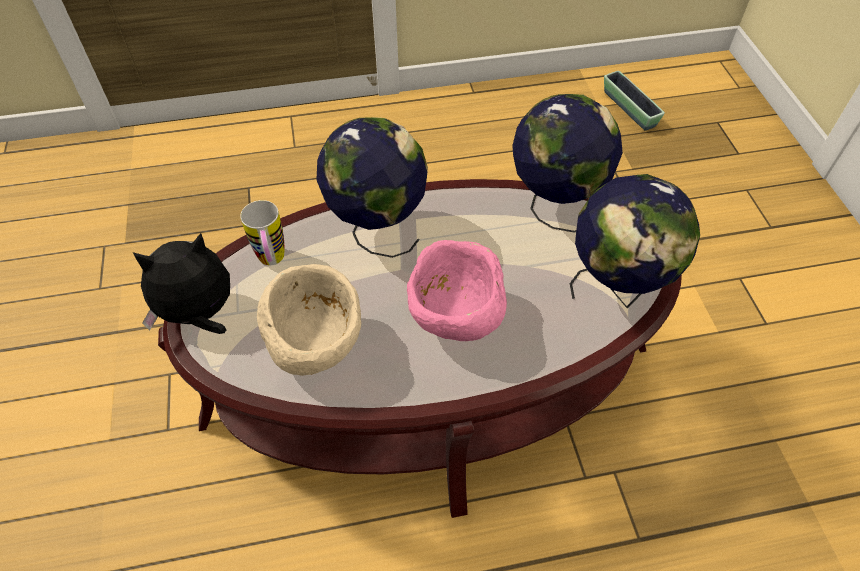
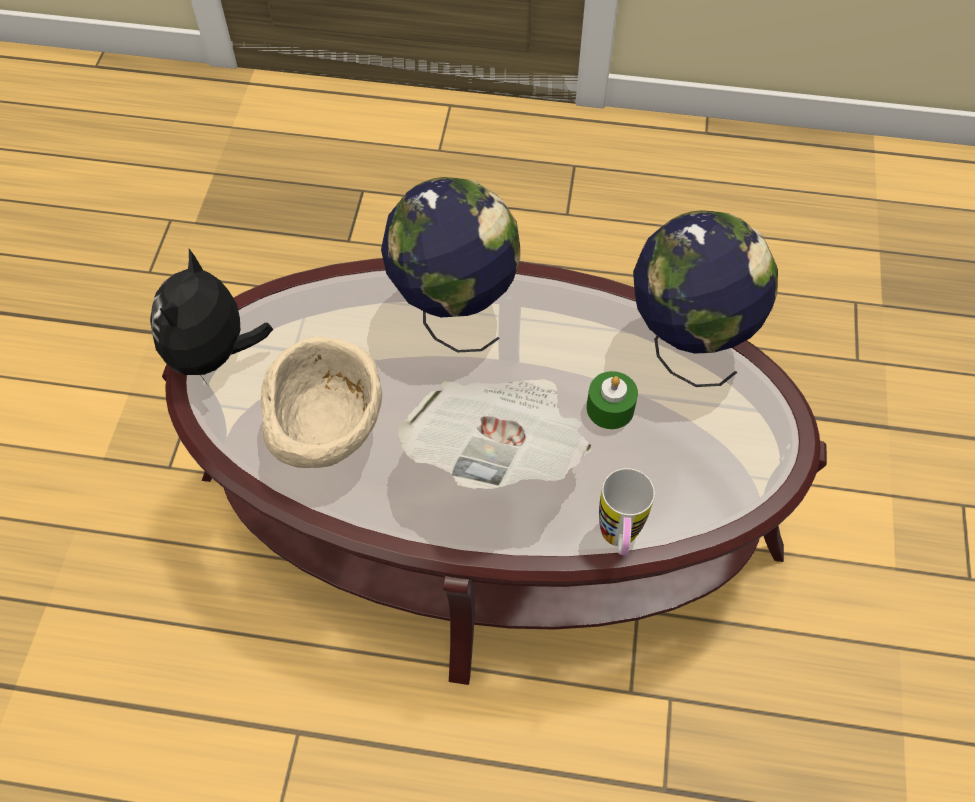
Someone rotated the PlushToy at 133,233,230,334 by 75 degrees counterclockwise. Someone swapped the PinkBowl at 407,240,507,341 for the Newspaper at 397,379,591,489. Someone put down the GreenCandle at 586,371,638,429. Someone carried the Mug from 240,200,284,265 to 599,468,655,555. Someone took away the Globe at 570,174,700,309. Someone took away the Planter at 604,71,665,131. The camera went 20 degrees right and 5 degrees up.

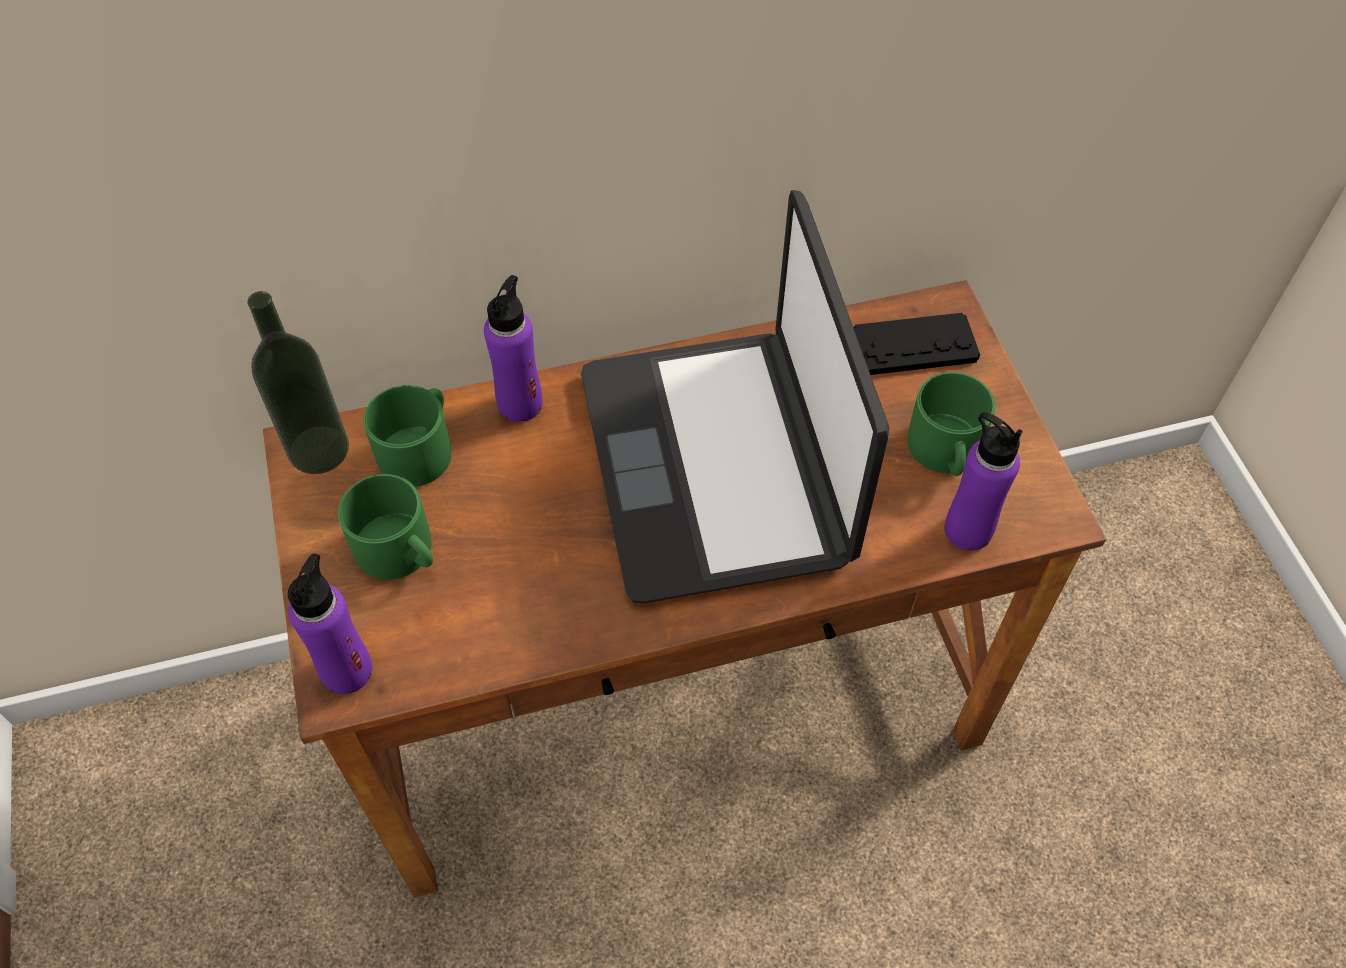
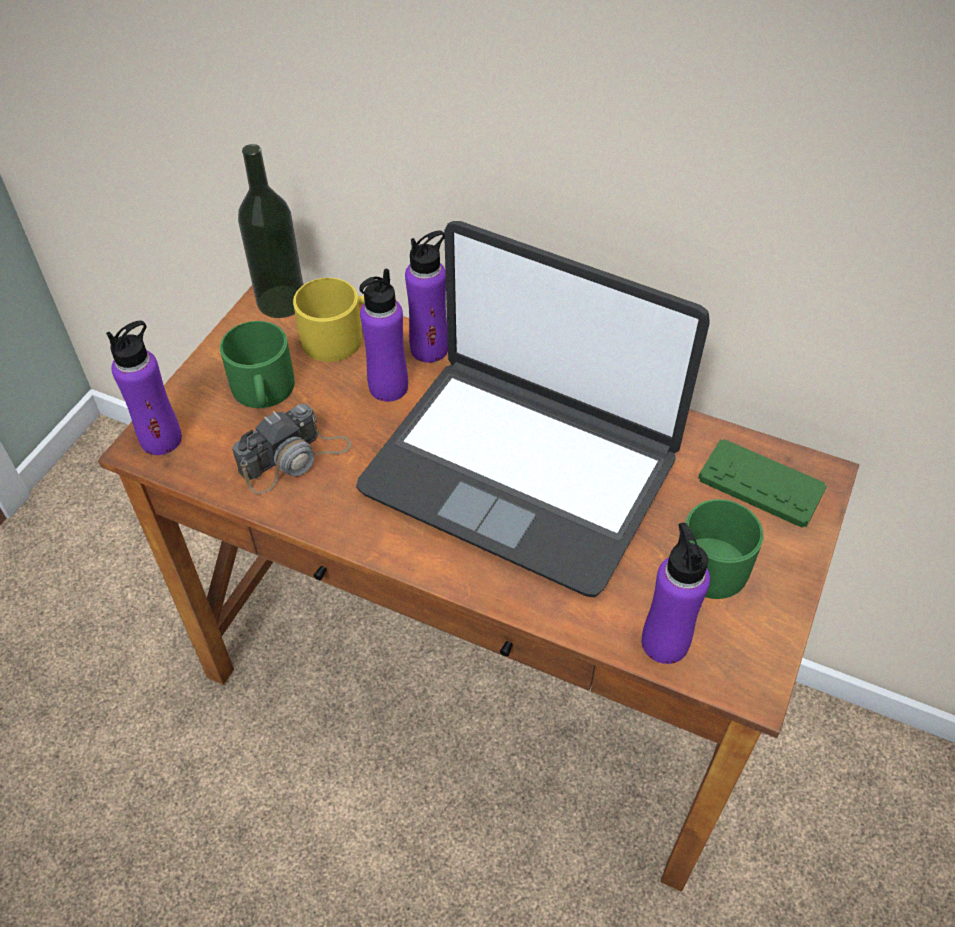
Someone put down the PhotoCamera at 232,404,352,494. Someone repainted the GreenMug at 363,385,452,487, which became the YellowMug at 293,278,365,362. Someone rotated the Laptop at 581,190,890,604 by 90 degrees counterclockwise. Someone put down the PurpleBottle at 359,268,408,402. Someone repainted the BlackGameController at 853,313,980,375, which became the GreenGameController at 698,439,827,528. The camera went 40 degrees right and 5 degrees down.

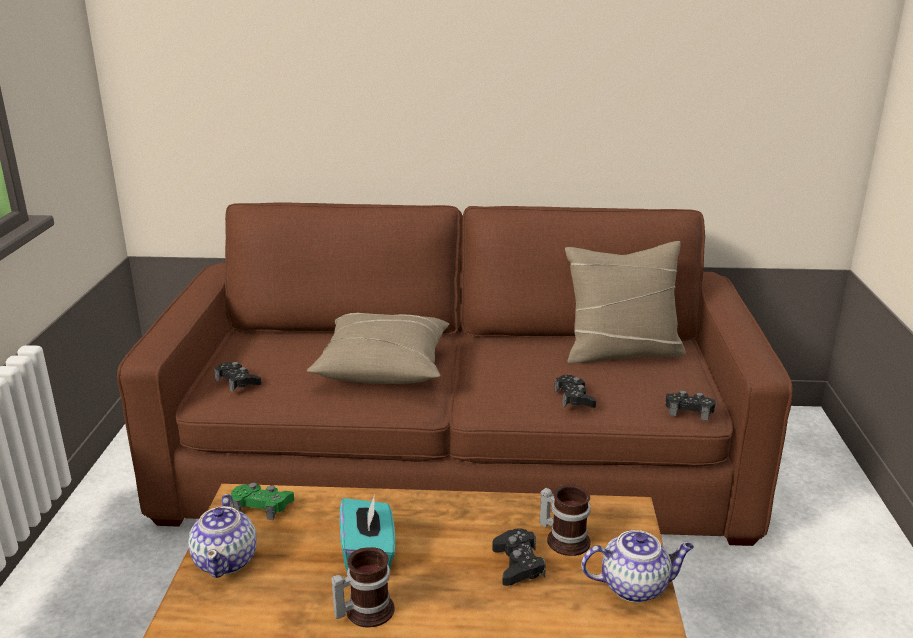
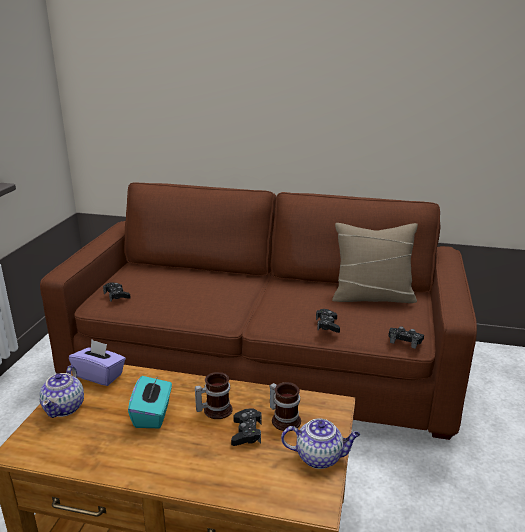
Someone swapped the GreenGameController at 231,482,294,521 for the PurpleTissueBox at 69,339,126,386. Someone carried the Mug from 331,547,394,628 to 195,372,233,419. Someone took away the BeigePillow at 307,313,449,384. The camera went 10 degrees right and 0 degrees up.

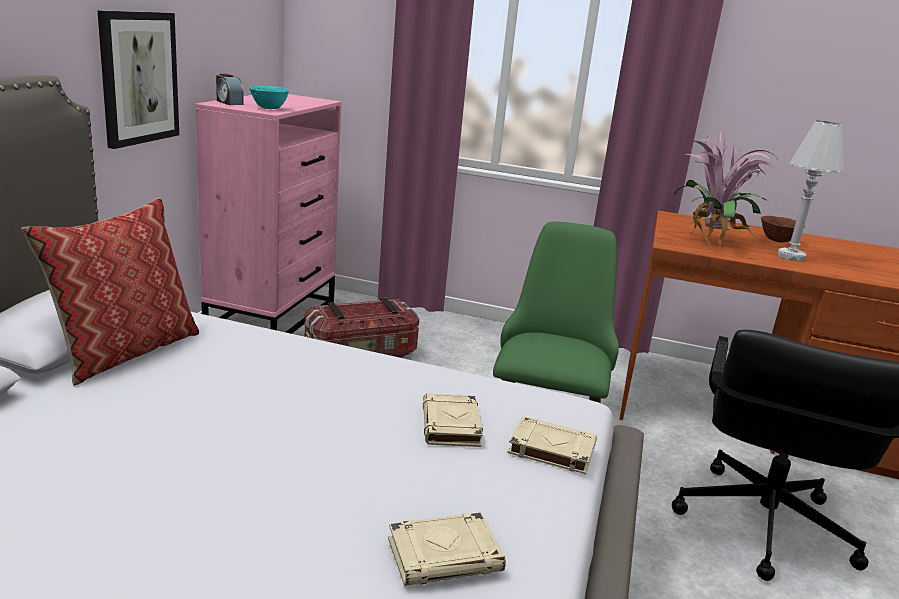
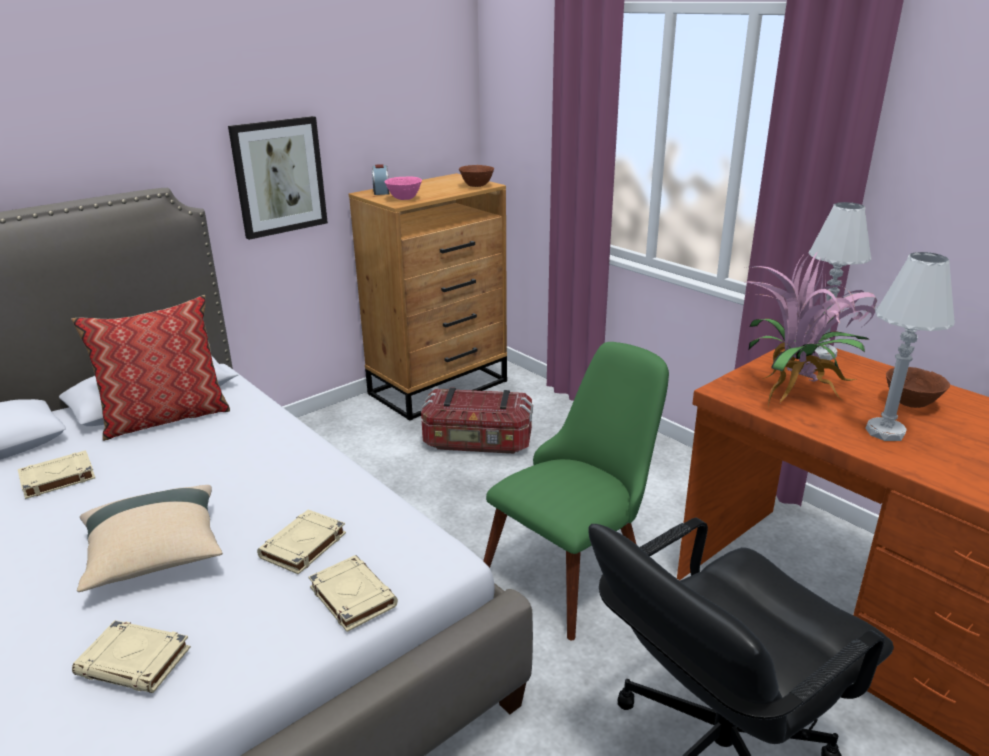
Someone put down the BeigeBook at 18,450,95,499. Someone put down the BeigePillow at 77,485,223,592. Someone repainted the PinkDresser at 195,94,342,334, which became the BrownDresser at 349,173,507,421. Someone repainted the TurquoiseBowl at 249,86,290,109, which became the PinkBowl at 384,176,422,200. Someone put down the BrownBowl at 459,165,494,187. Someone put down the WhiteTableLamp at 808,202,871,360. The camera went 35 degrees right and 5 degrees up.

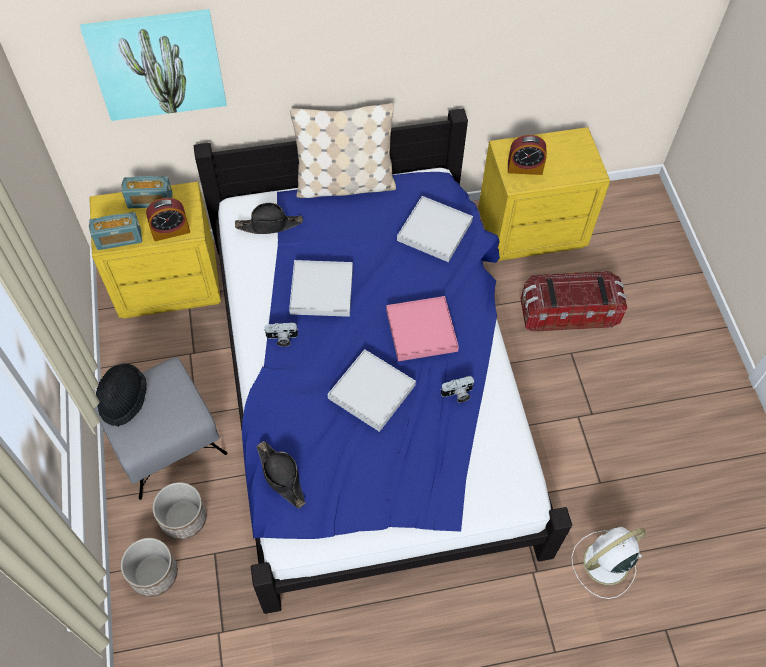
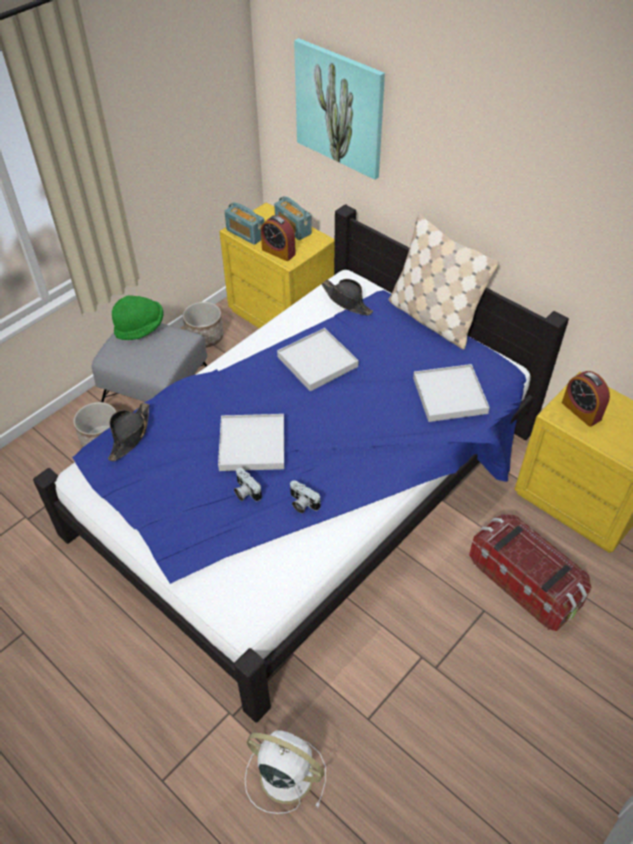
Someone repainted the BlackHat at 96,363,147,427, which became the GreenHat at 112,295,164,340. Someone carried the Planter from 121,538,178,597 to 183,302,224,348. Someone carried the PhotoCamera from 264,322,298,347 to 234,468,262,501. Someone took away the PinkTray at 386,296,459,361. The camera went 55 degrees right and 10 degrees down.

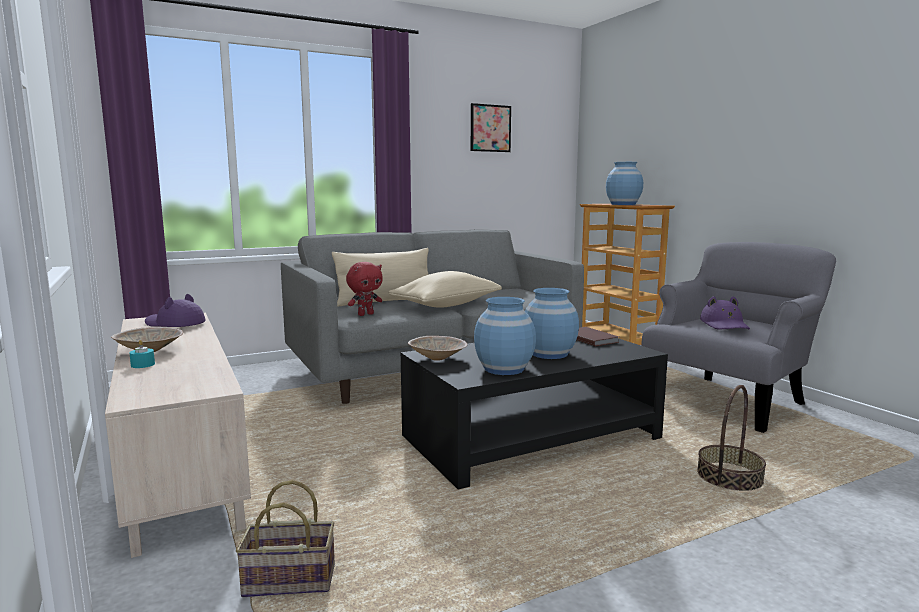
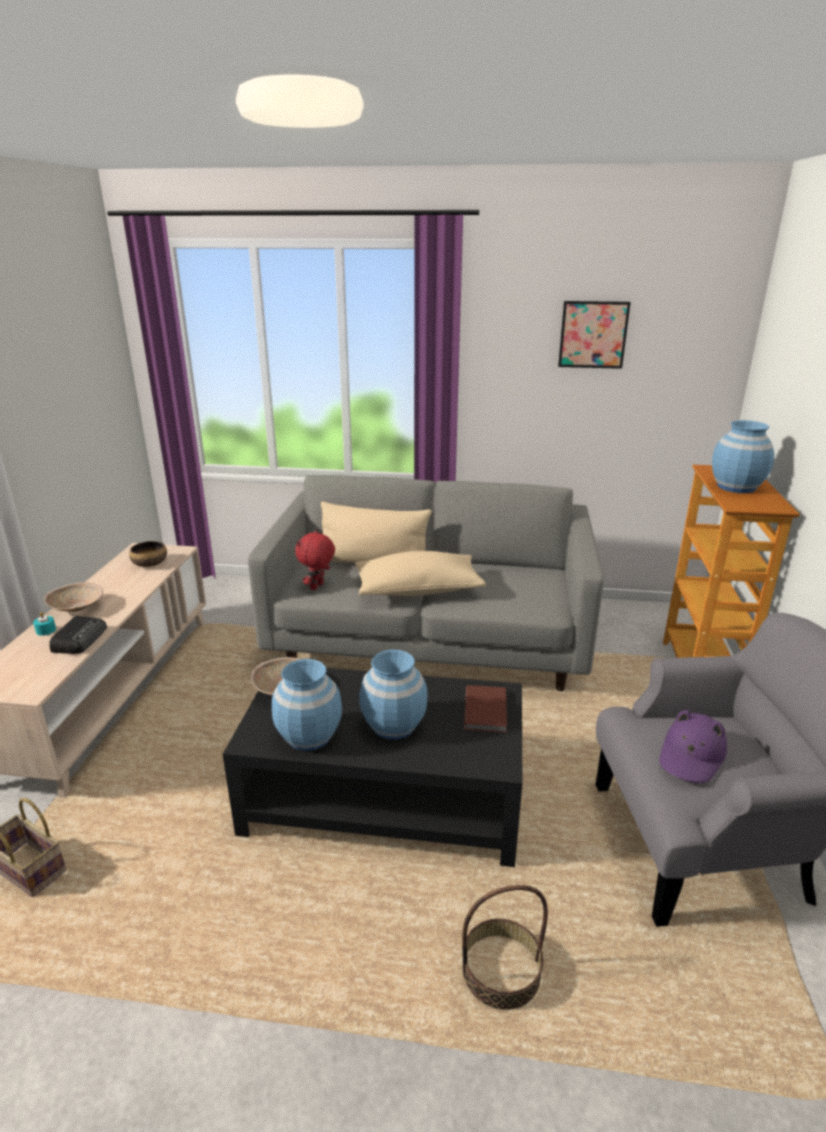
Someone put down the Radio at 49,616,107,654. Someone swapped the PurpleHat at 145,294,206,327 for the Bowl at 129,541,167,567. Someone rotated the RedPlushToy at 346,262,383,316 by 120 degrees clockwise. The camera went 35 degrees right and 15 degrees up.

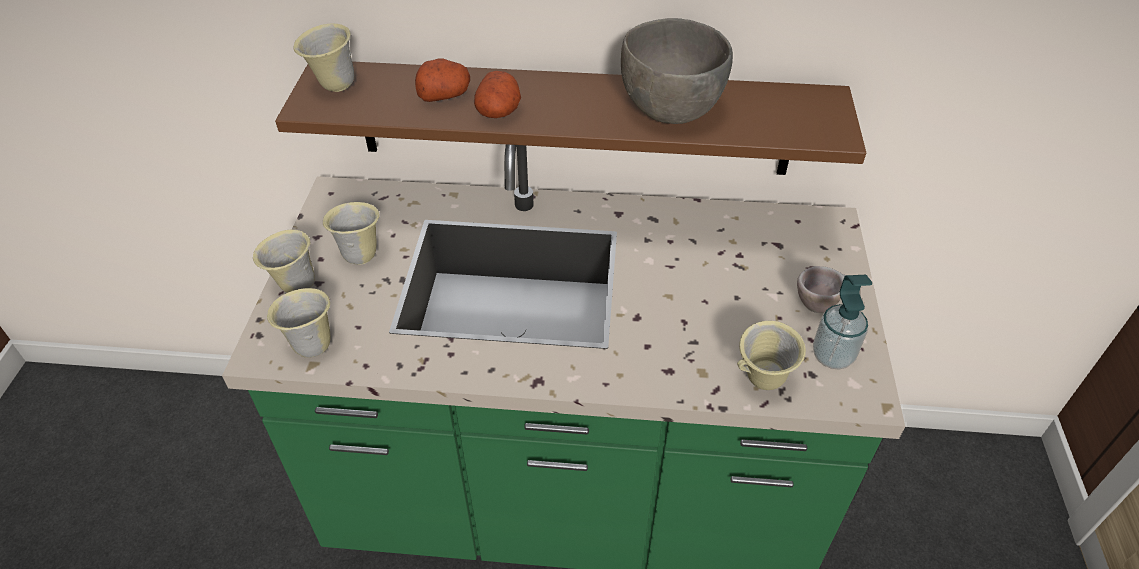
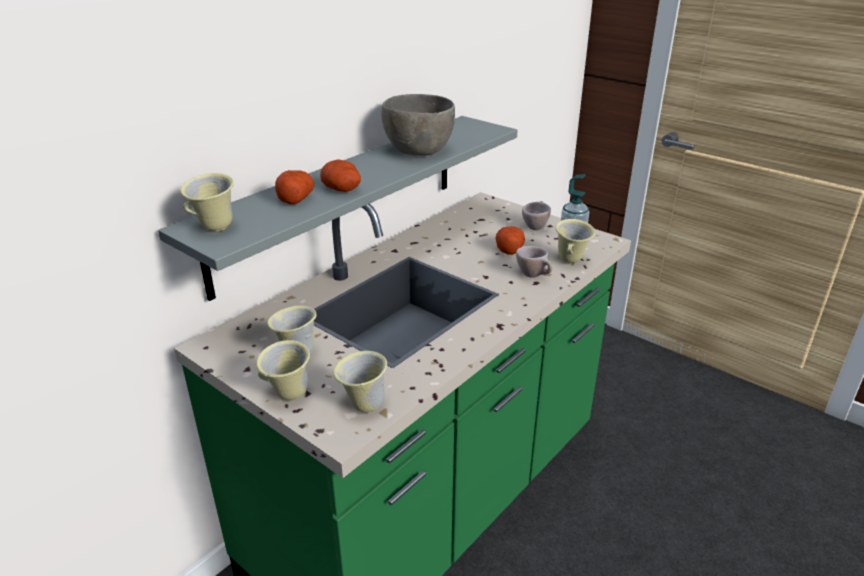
Someone repainted the BrownShelf at 275,61,866,175, which became the GreyShelf at 158,116,518,301. Someone put down the Potato at 495,226,525,255. Someone put down the BeigeCup at 516,246,552,278. The camera went 55 degrees left and 15 degrees down.

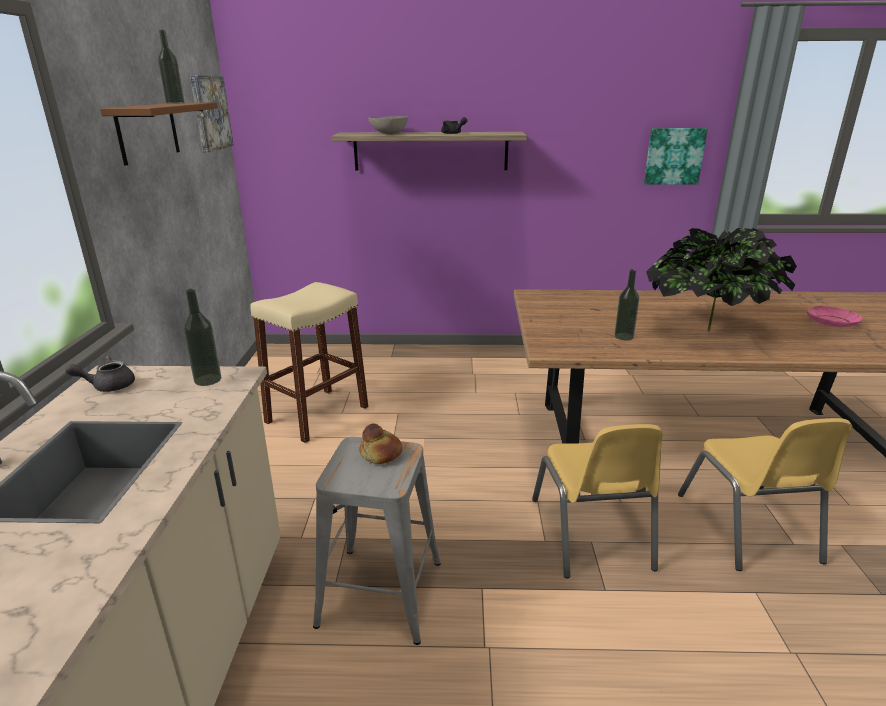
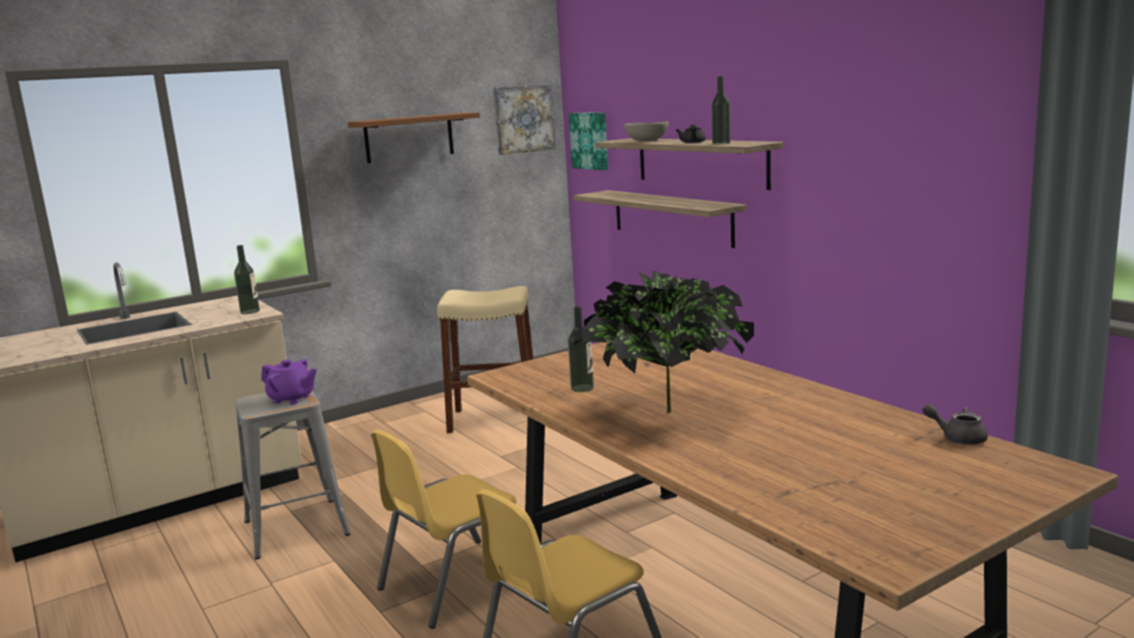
Someone swapped the Bread at 360,424,402,464 for the PurpleTeapot at 261,359,317,405. Someone carried the Picture from 644,128,708,185 to 569,112,608,170. Someone put up the Shelf at 573,190,747,248. Someone carried the Bottle from 158,30,185,104 to 711,76,730,145. Someone carried the GreyTeapot from 66,356,135,392 to 923,404,988,445. Someone took away the PinkPlate at 807,306,862,327. The camera went 55 degrees right and 10 degrees down.

